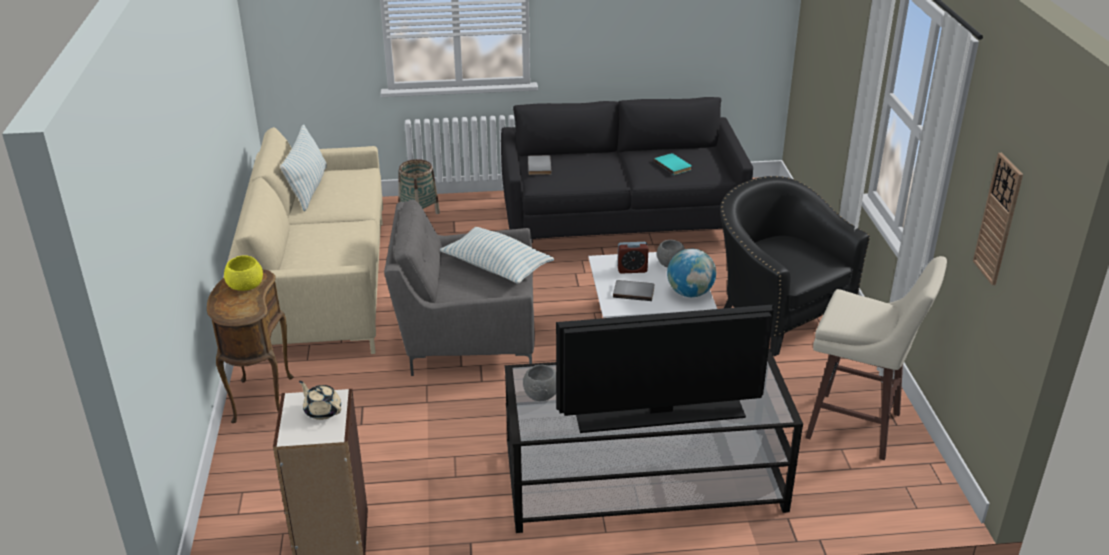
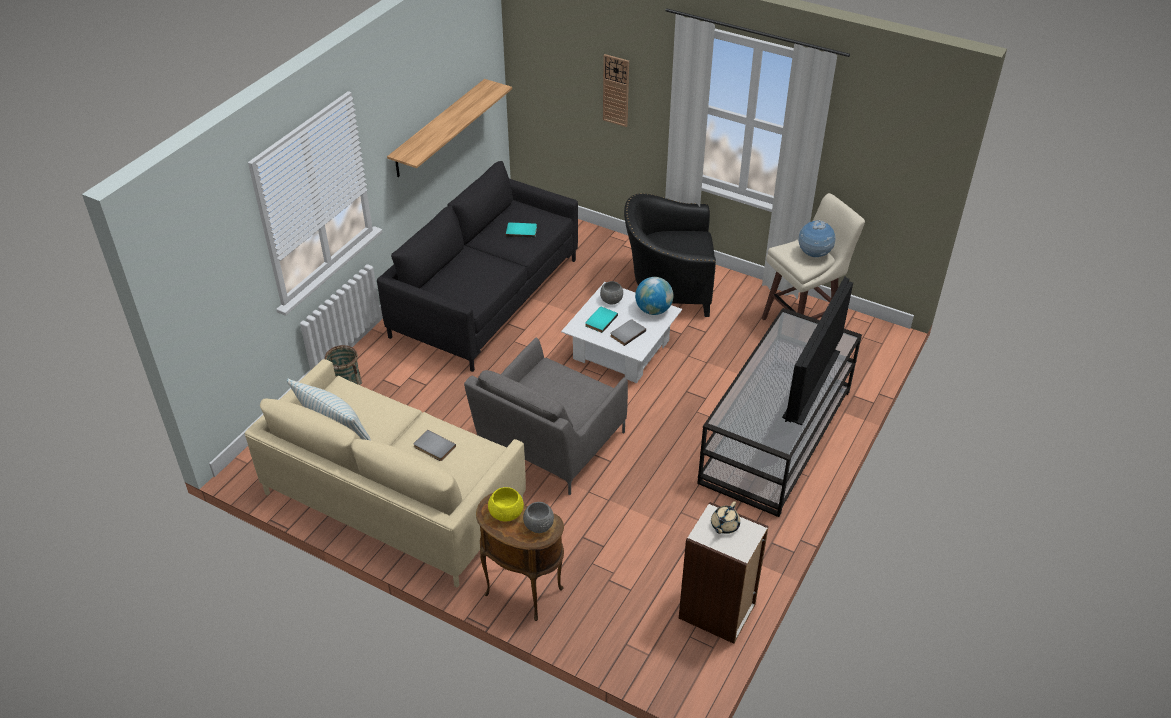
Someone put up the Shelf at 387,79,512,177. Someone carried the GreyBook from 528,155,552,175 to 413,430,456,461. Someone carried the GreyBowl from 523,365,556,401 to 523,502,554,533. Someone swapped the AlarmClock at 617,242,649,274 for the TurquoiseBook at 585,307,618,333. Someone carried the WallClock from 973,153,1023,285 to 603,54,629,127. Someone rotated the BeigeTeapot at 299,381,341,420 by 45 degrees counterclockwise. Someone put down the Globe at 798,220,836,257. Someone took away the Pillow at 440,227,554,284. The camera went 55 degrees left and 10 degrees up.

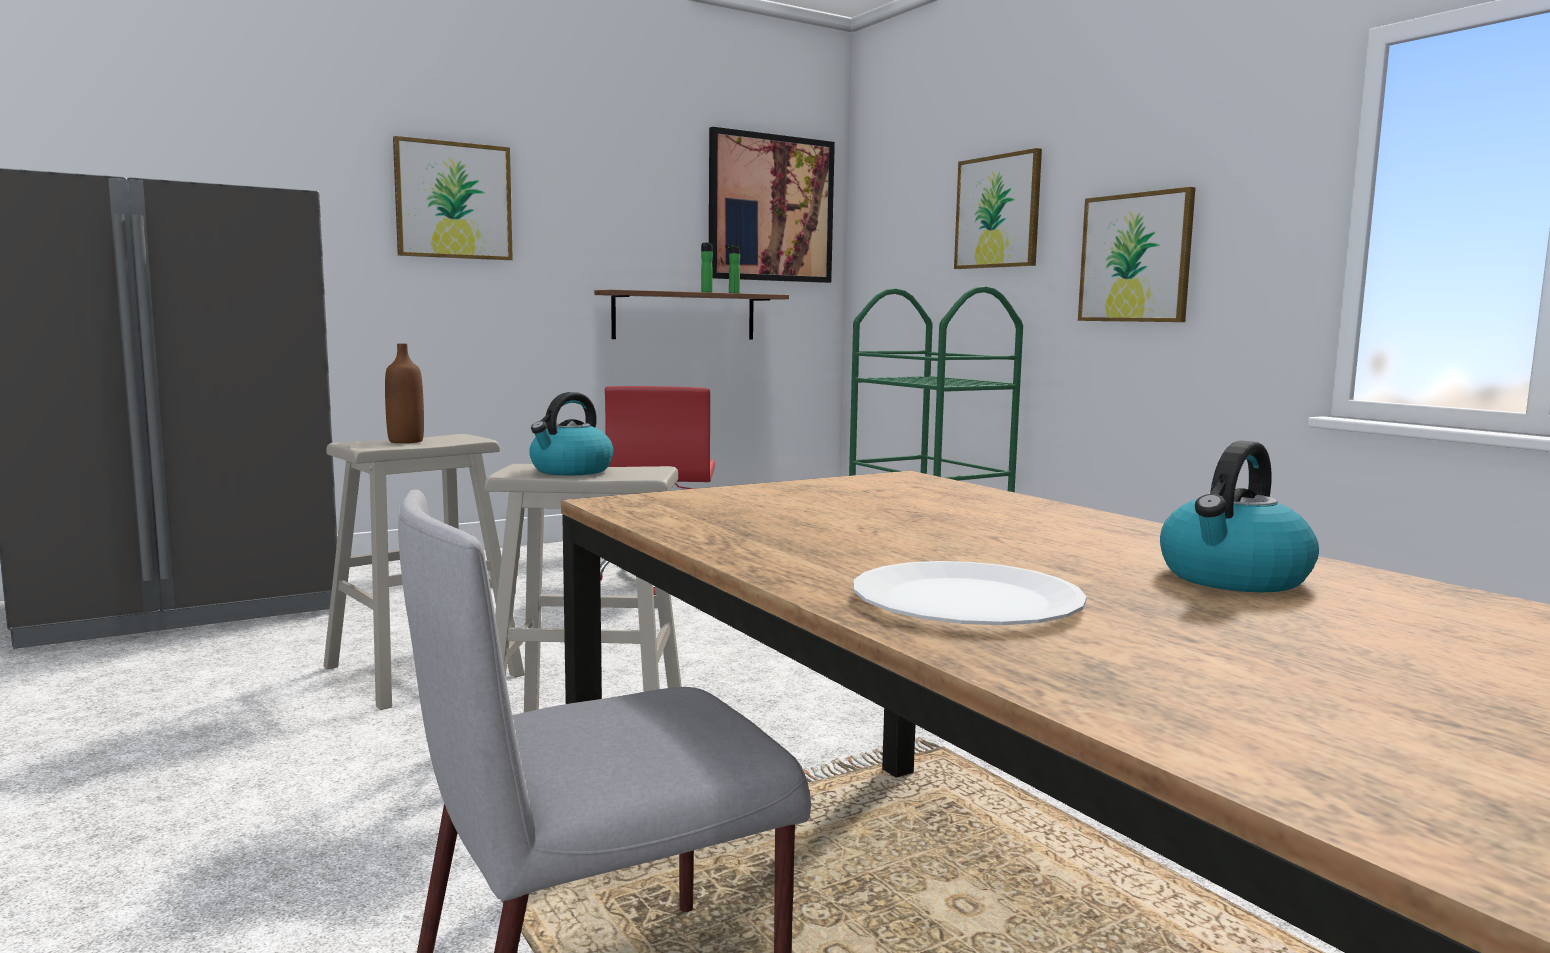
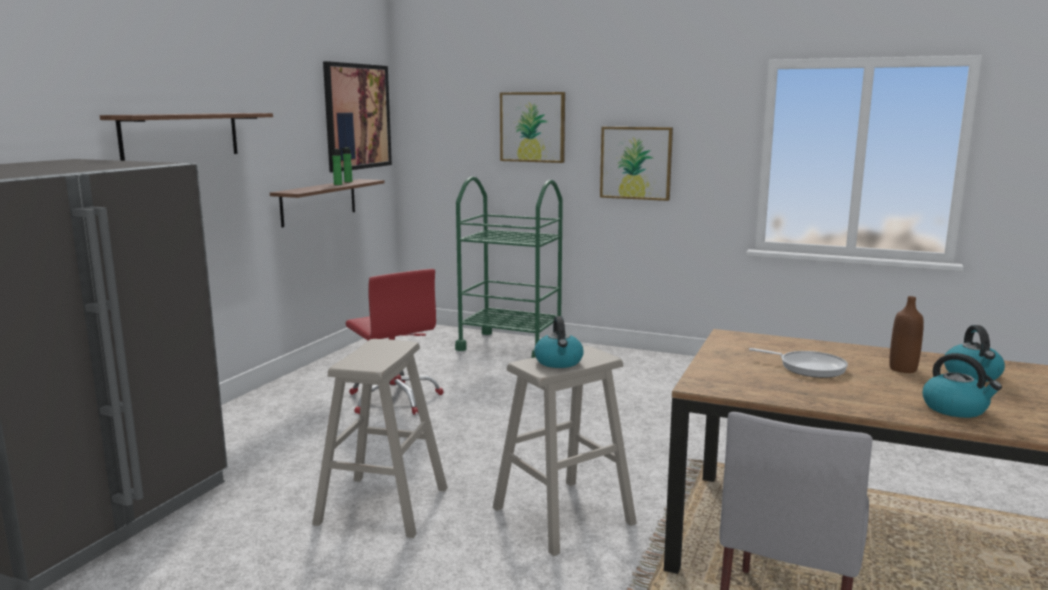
Someone swapped the Picture at 393,136,513,260 for the Shelf at 100,113,273,161. Someone put down the FryingPan at 749,348,848,378. Someone carried the BrownBottle from 385,343,424,443 to 889,296,924,373. Someone swapped the WhitePlate at 854,561,1087,625 for the Kettle at 923,353,1002,418. The camera went 35 degrees left and 5 degrees up.

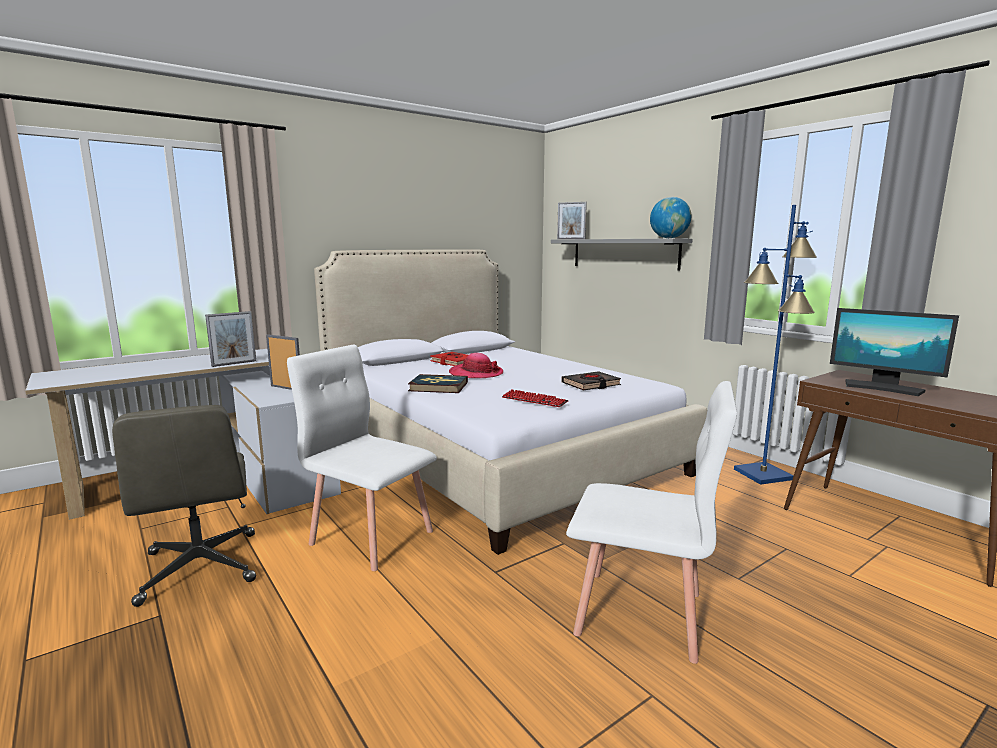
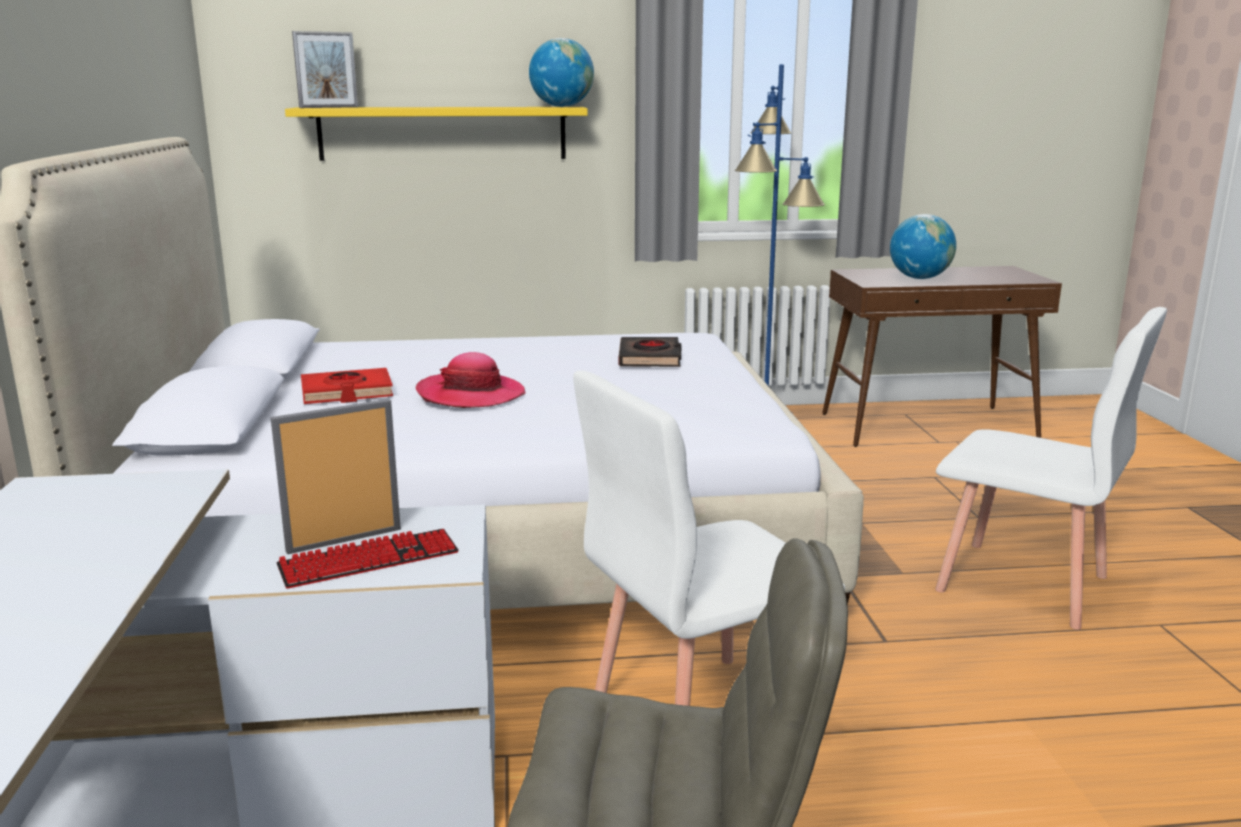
Someone carried the Keyboard from 502,389,569,407 to 276,529,459,589. Someone repainted the GreyShelf at 551,238,693,271, which became the YellowShelf at 285,107,588,161. Someone swapped the Monitor at 830,308,959,396 for the Globe at 890,214,956,279. Someone rotated the WhiteChair at 566,381,737,664 by 75 degrees clockwise. Someone took away the PictureFrame at 205,311,256,367. Someone took away the Book at 408,374,468,393. The camera went 60 degrees left and 5 degrees up.

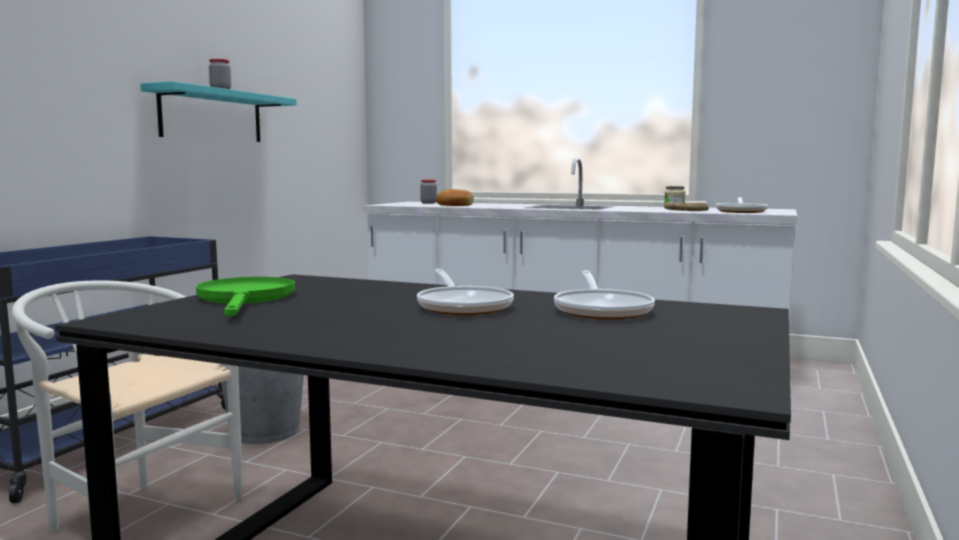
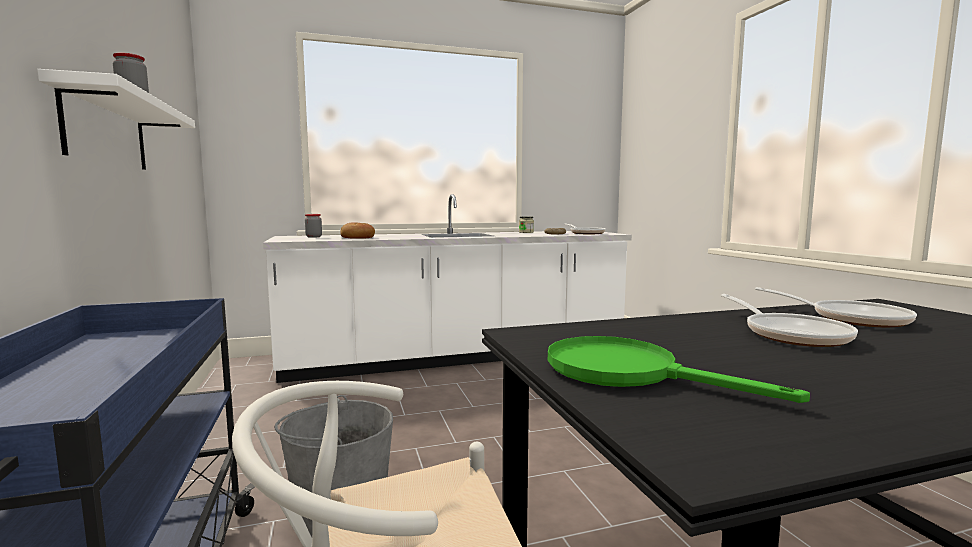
Someone repainted the TurquoiseShelf at 141,81,297,142, which became the WhiteShelf at 37,69,195,170. Someone rotated the FryingPan at 417,269,514,315 by 45 degrees clockwise. The camera went 40 degrees left and 0 degrees up.

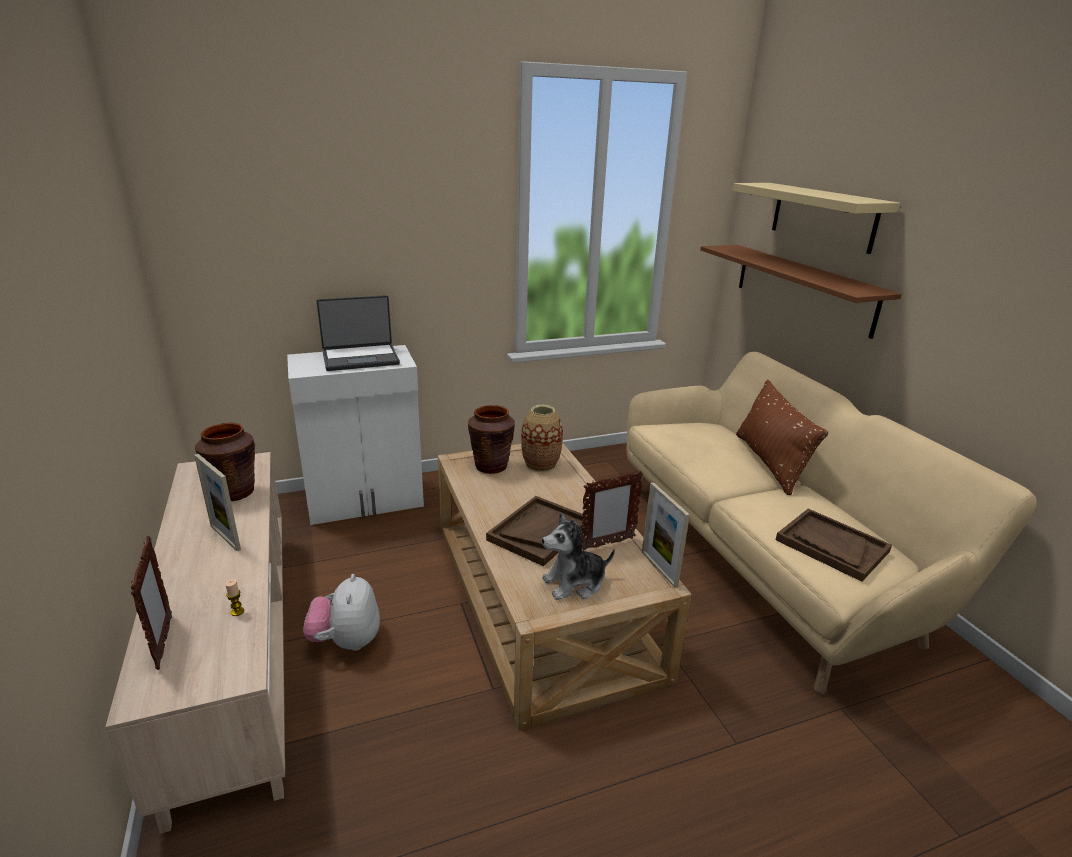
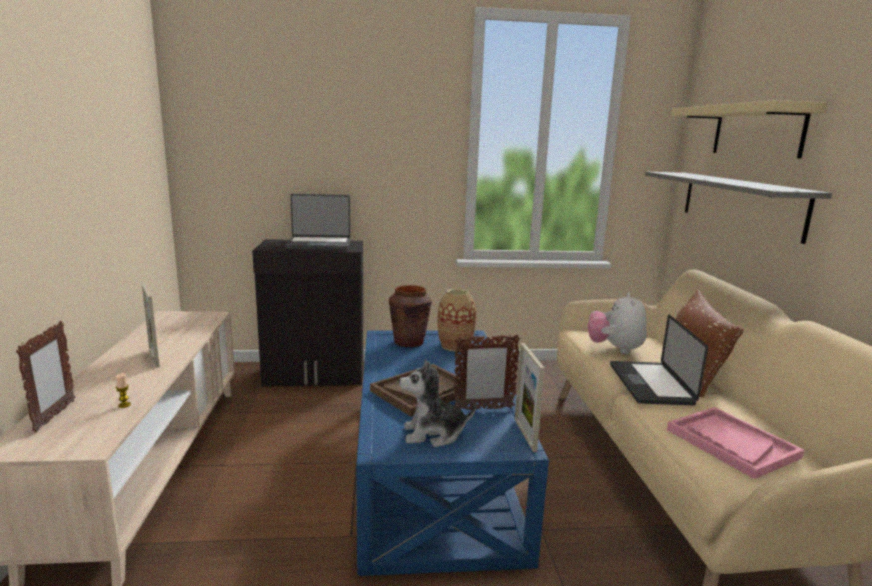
Someone repainted the WhiteCabinet at 287,345,424,525, which became the BlackCabinet at 252,239,363,386. Someone repainted the BeigeCoffeeTable at 438,443,692,729, which became the BlueCoffeeTable at 356,330,549,576. Someone carried the PlushToy from 303,574,380,651 to 588,293,647,354. Someone put down the Laptop at 610,315,708,405. Someone repainted the BrownShelf at 700,245,902,339, which became the GreyShelf at 645,172,832,244. Someone repainted the BrownTray at 776,509,892,582, which became the PinkTray at 667,407,804,479. Someone took away the BrownVase at 195,423,255,501. The camera went 15 degrees right and 10 degrees down.

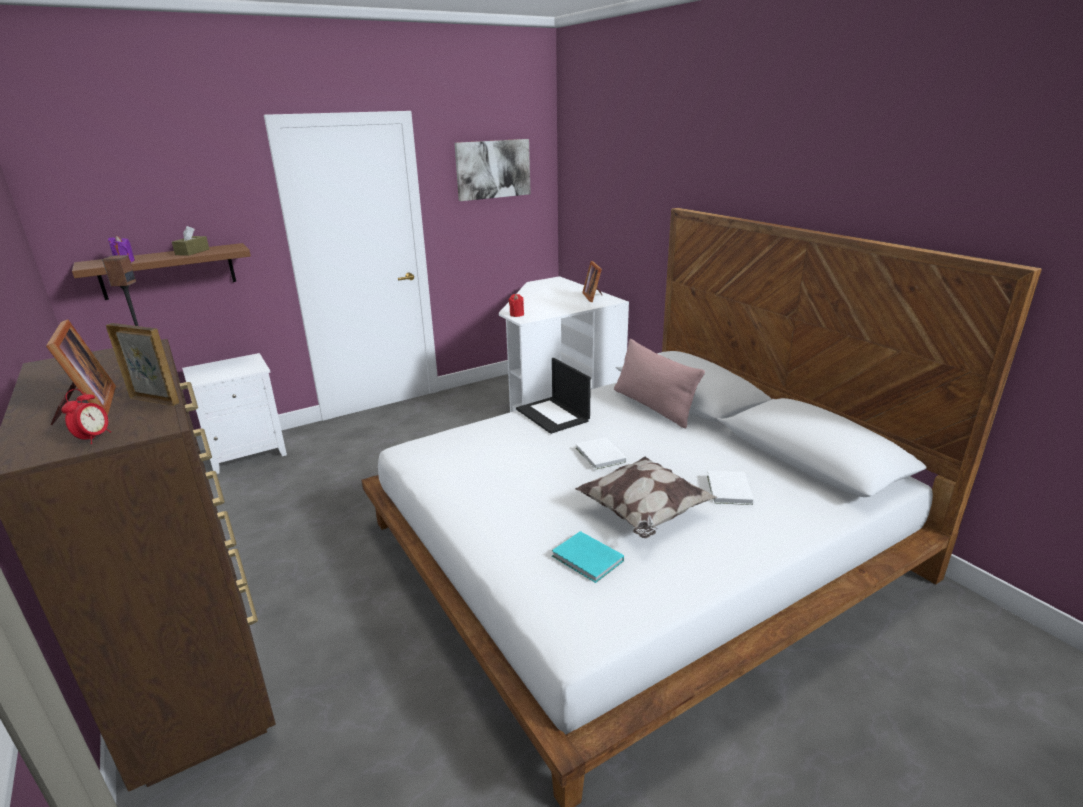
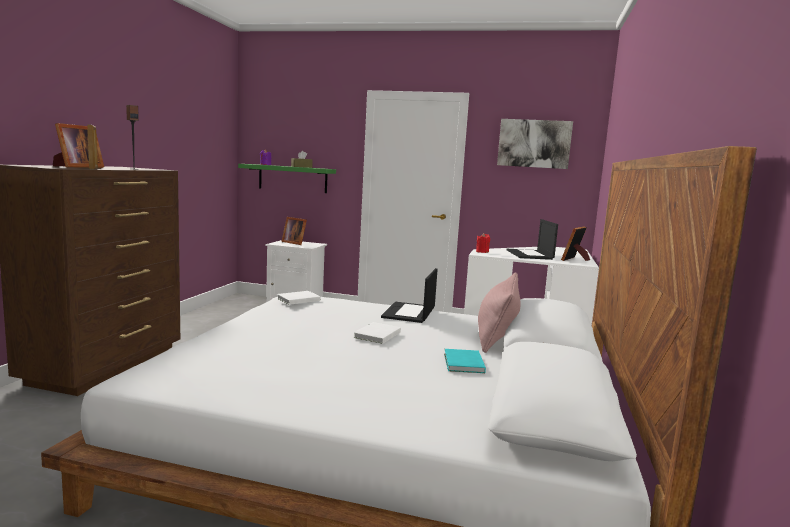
Someone repainted the BrownShelf at 72,243,251,300, which became the GreenShelf at 238,164,336,193. Someone carried the WhiteBook from 707,471,754,505 to 277,291,321,305. Someone put down the PictureFrame at 281,217,307,245. Someone carried the TurquoiseBook from 552,531,624,583 to 444,349,486,373. Someone put down the Laptop at 507,219,558,260. Someone took away the AlarmClock at 61,389,111,444. Someone took away the Pillow at 575,457,717,538. The camera went 45 degrees right and 15 degrees down.

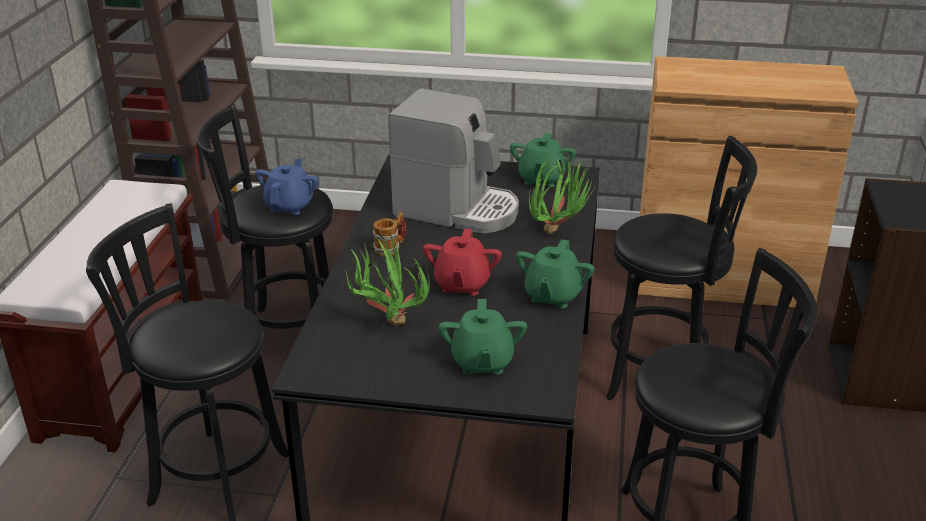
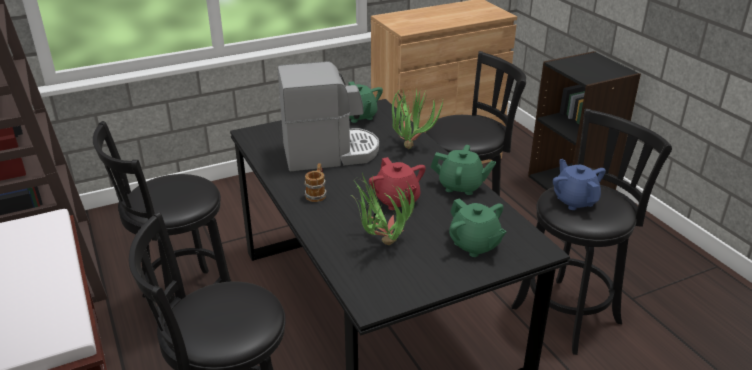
Someone rotated the GreenTeapot at 516,239,594,308 by 60 degrees counterclockwise. Someone carried the BlueTeapot from 255,159,319,215 to 553,159,606,210. The camera went 35 degrees left and 0 degrees up.

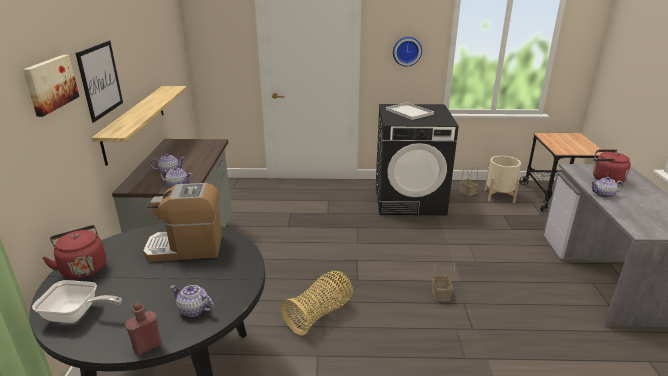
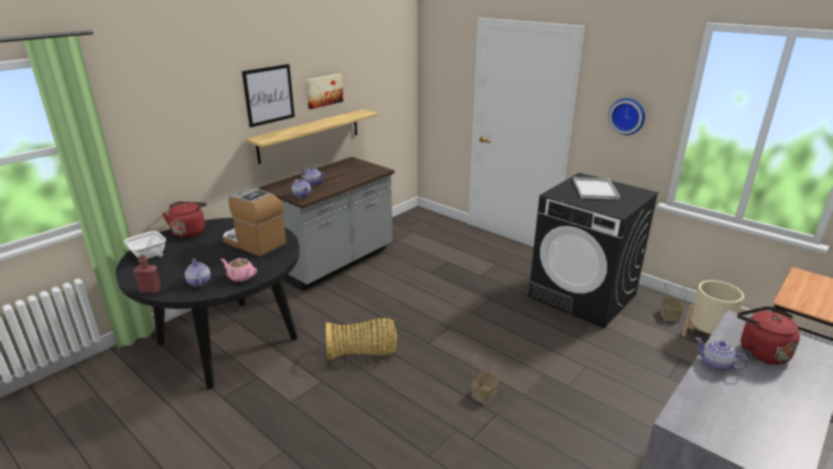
Someone put down the PinkTeapot at 221,258,257,282. Someone carried the Picture from 23,55,79,117 to 306,74,343,109. The camera went 40 degrees right and 0 degrees up.

